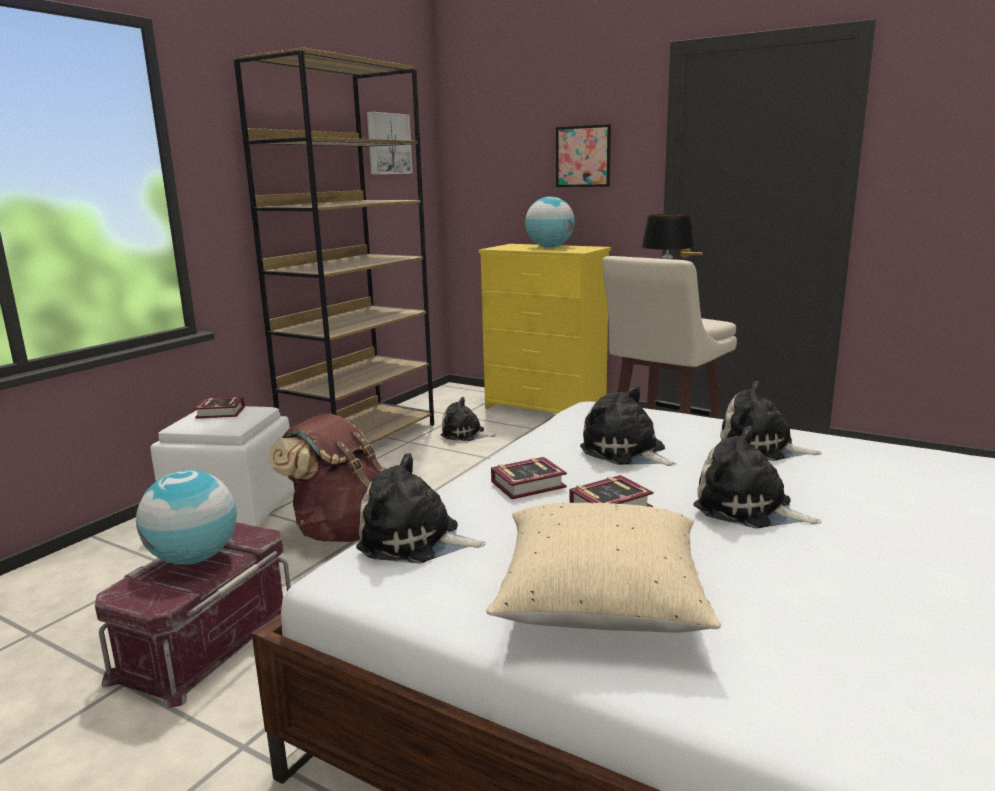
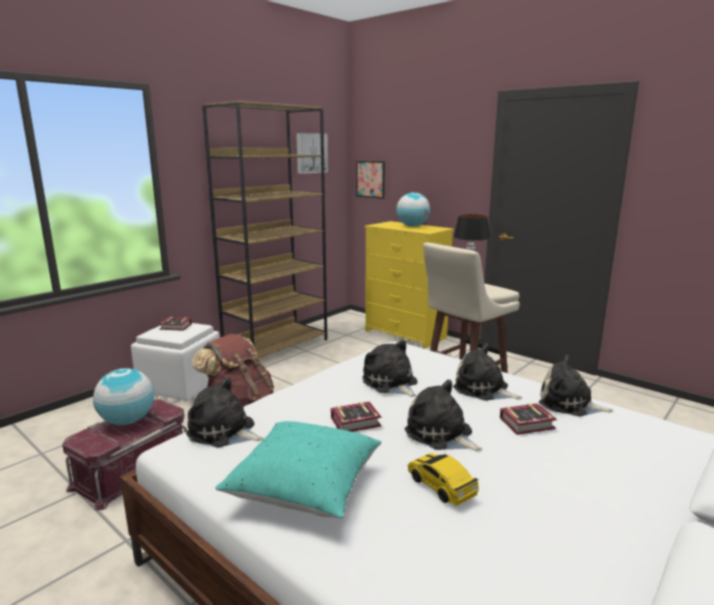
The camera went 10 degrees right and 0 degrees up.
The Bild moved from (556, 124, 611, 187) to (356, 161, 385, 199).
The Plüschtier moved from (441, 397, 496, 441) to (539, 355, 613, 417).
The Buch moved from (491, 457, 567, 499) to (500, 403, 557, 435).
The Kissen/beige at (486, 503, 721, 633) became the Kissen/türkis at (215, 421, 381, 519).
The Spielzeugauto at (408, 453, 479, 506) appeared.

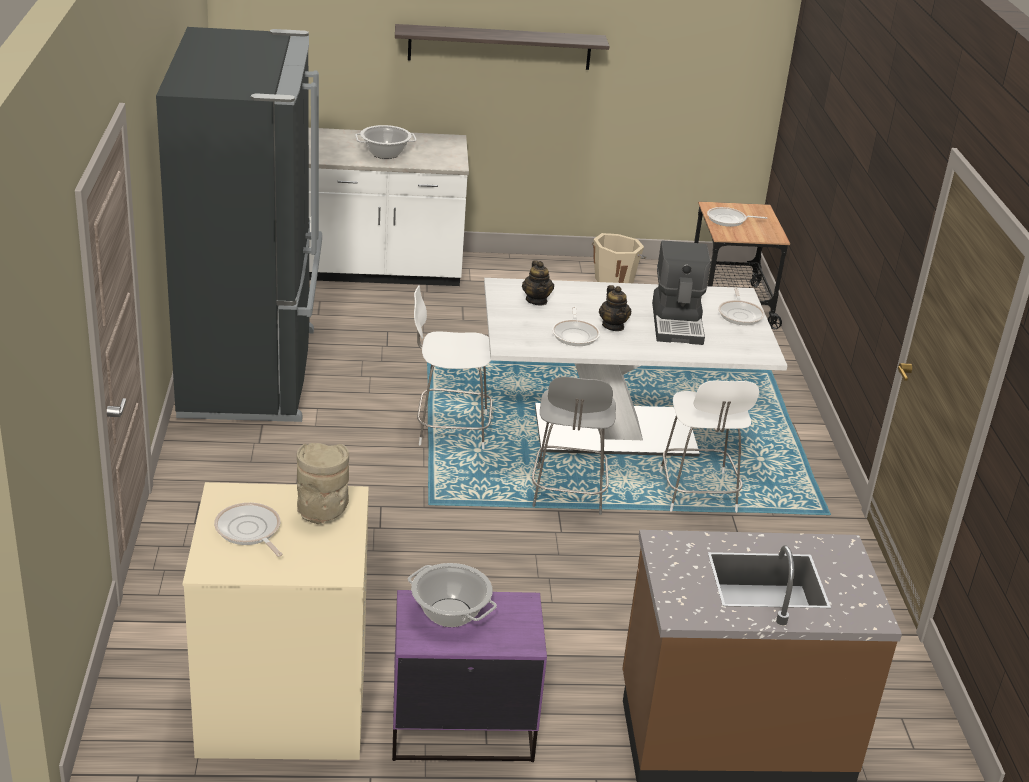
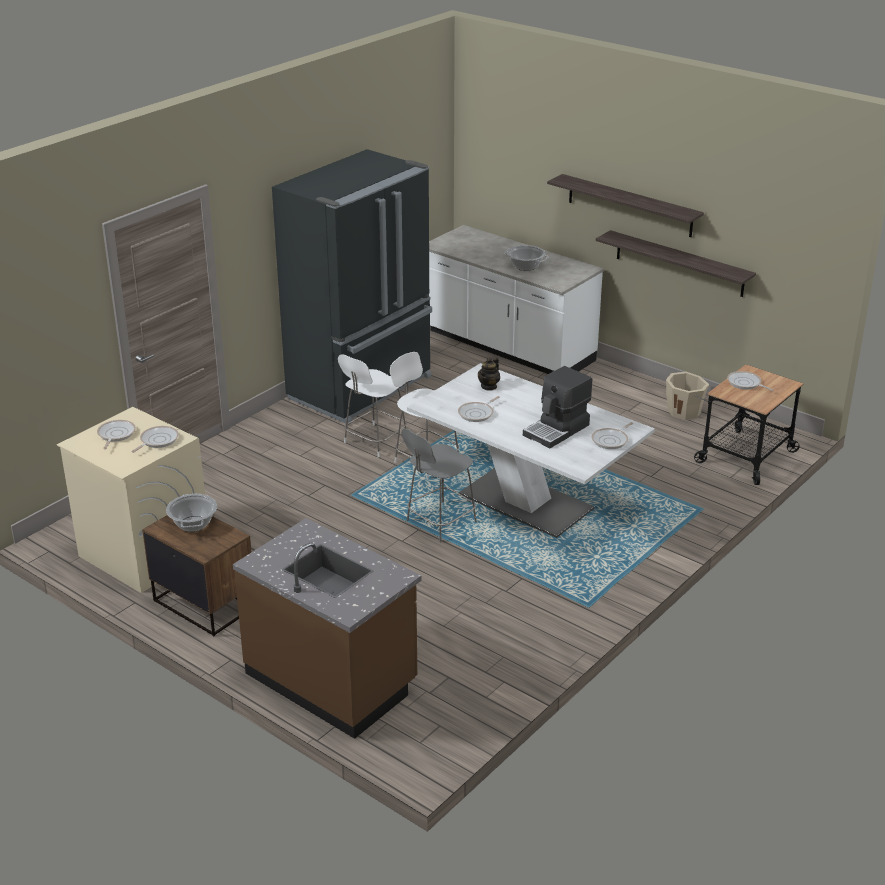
The camera went 45 degrees right and 0 degrees up.
The Teekanne at (599, 285, 632, 331) disappeared.
The Stuhl/weiß moved from (659, 380, 759, 513) to (338, 354, 407, 458).
The Vase/beige at (297, 443, 349, 524) was replaced by the Pfanne at (131, 426, 179, 453).
The Nachttisch/lila at (392, 590, 547, 762) became the Nachttisch/braun at (142, 515, 251, 636).
The Wandregal at (596, 230, 756, 297) appeared.

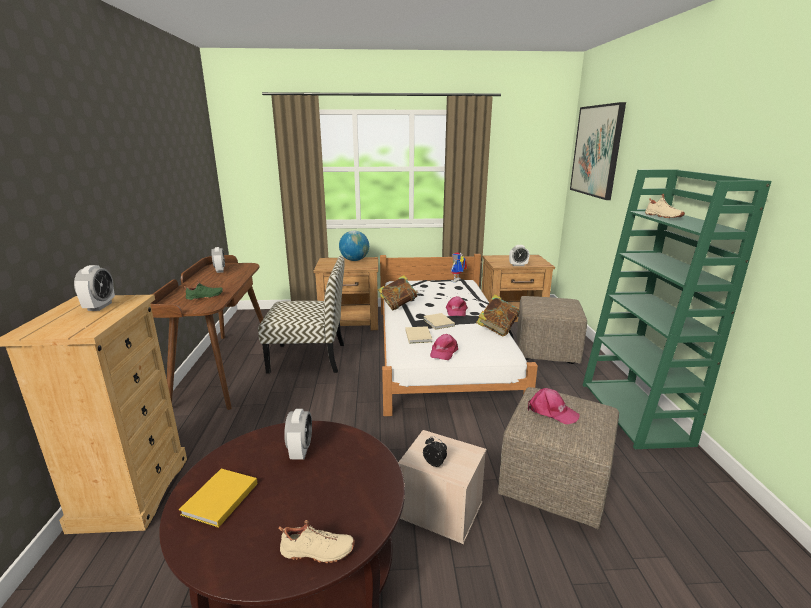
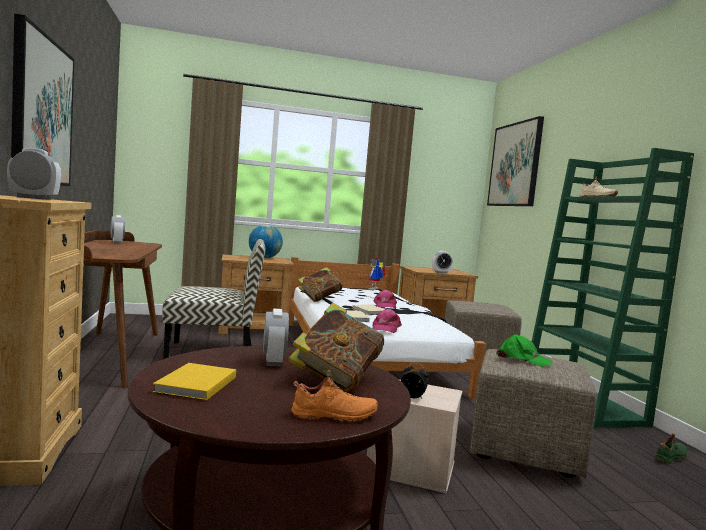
The camera went 10 degrees left and 15 degrees down.
The Wecker at (74, 265, 115, 311) turned 90 degrees counterclockwise.
The Schuh/grün moved from (184, 280, 223, 300) to (655, 433, 687, 464).
The Buch moved from (476, 294, 520, 336) to (288, 303, 384, 392).
The Kappe/rosa at (528, 388, 580, 425) became the Kappe/grün at (496, 334, 552, 367).
The Schuh/beige at (278, 520, 355, 563) became the Schuh/orange at (291, 370, 378, 422).
The Bild at (11, 13, 74, 186) appeared.

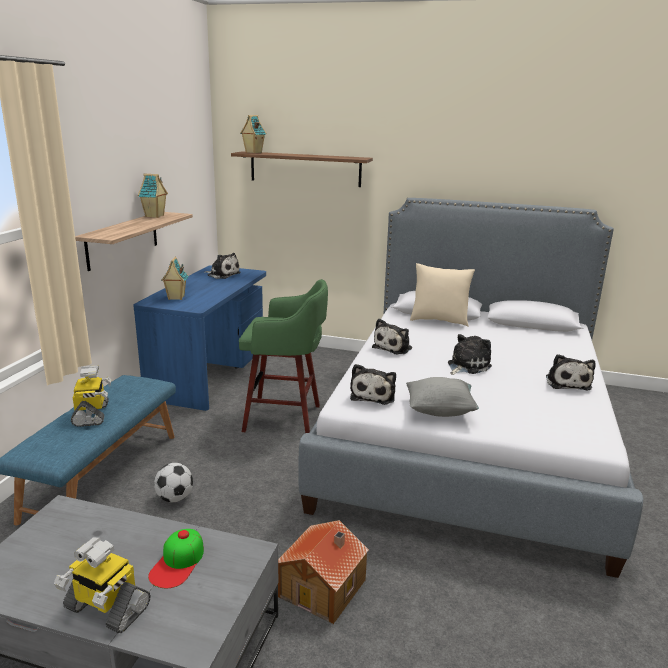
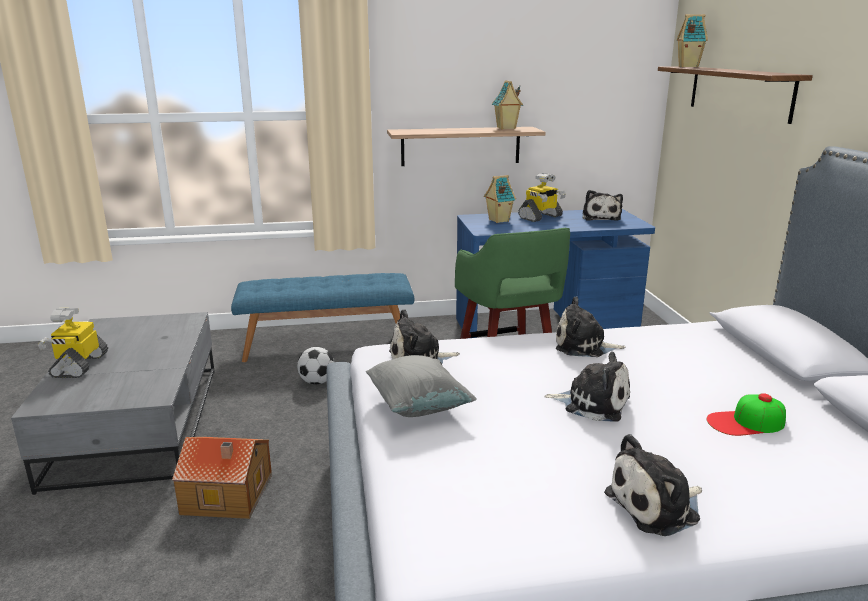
The camera went 65 degrees right and 0 degrees up.
The Kissen/beige at (410, 263, 475, 327) disappeared.
The Spielzeugroboter moved from (71, 366, 111, 427) to (518, 173, 566, 222).
The Kappe moved from (148, 529, 204, 588) to (707, 393, 786, 436).

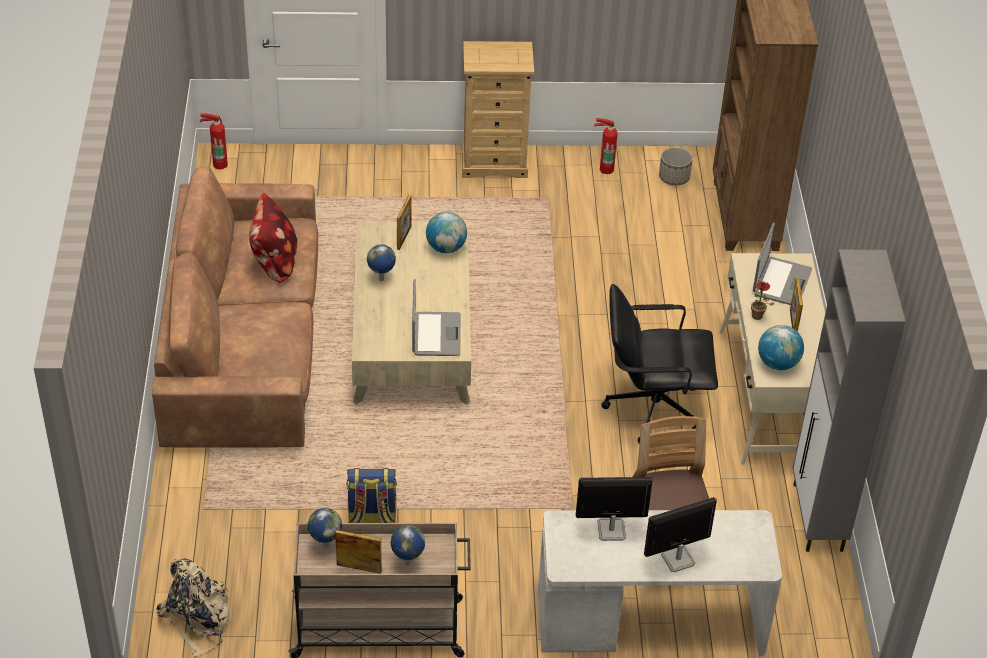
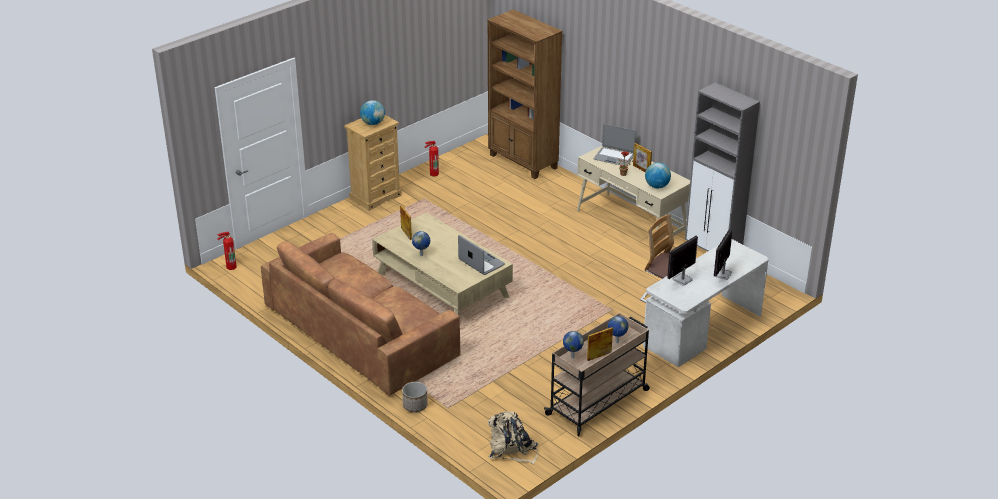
The camera went 40 degrees left and 10 degrees down.
The Pflanzkübel moved from (659, 147, 693, 185) to (402, 382, 428, 412).
The Kissen at (249, 192, 297, 283) disappeared.
The Globus moved from (426, 212, 467, 253) to (360, 100, 385, 125).
The Laptop at (753, 223, 812, 305) turned 135 degrees clockwise.
The Bürostuhl/schwarz at (601, 284, 718, 444) disappeared.
The Rucksack at (346, 468, 397, 523) disappeared.

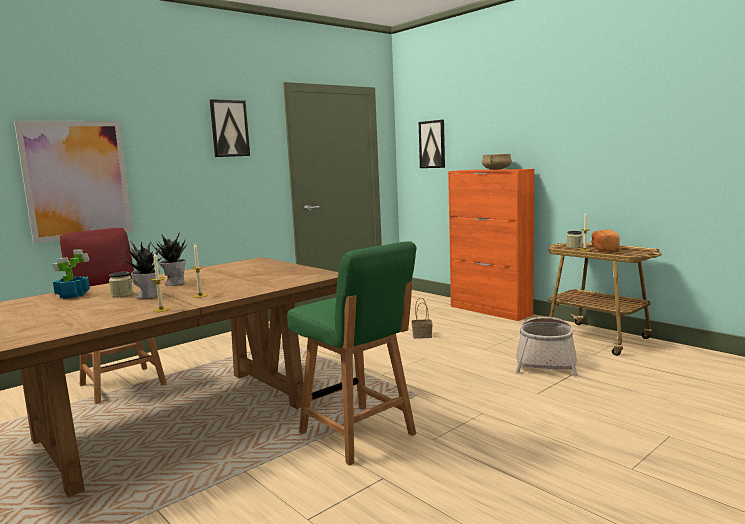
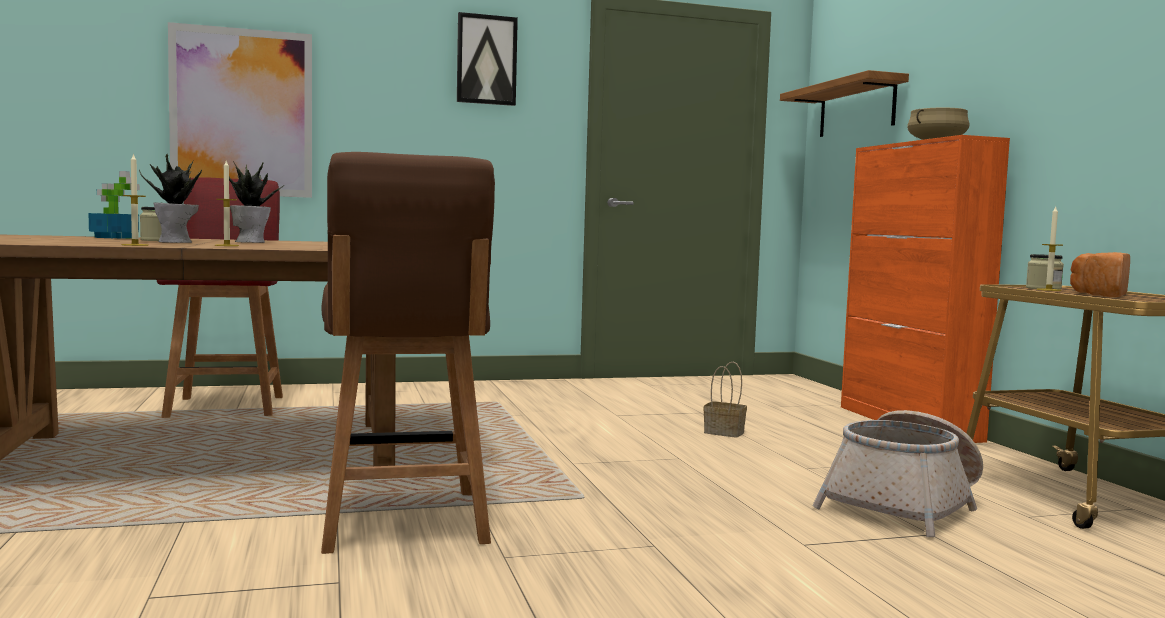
The camera went 25 degrees right and 5 degrees down.
The Bild at (419, 120, 445, 168) was replaced by the Wandregal at (780, 70, 909, 137).
The Stuhl/grün at (287, 241, 417, 466) became the Stuhl/braun at (321, 152, 495, 554).

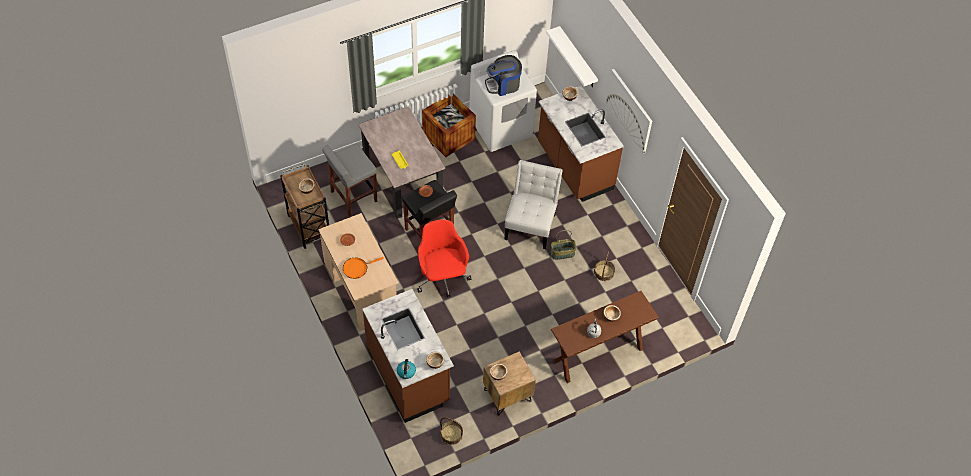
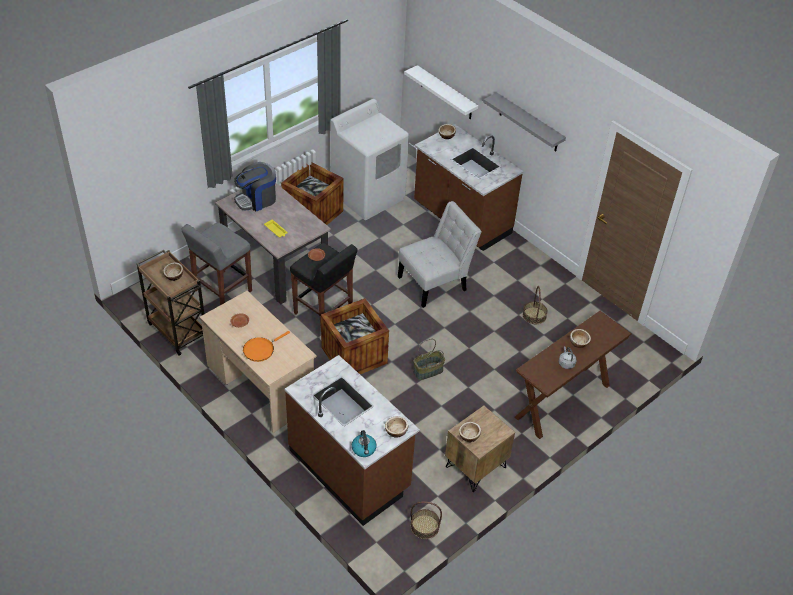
The camera went 15 degrees left and 10 degrees down.
The Kaffeemaschine moved from (485, 55, 522, 96) to (234, 162, 276, 211).
The Bild at (606, 69, 652, 154) was replaced by the Wandregal/grau at (483, 92, 566, 152).
The Stuhl/weiß at (504, 160, 563, 249) turned 60 degrees clockwise.
The Bürostuhl/rot at (417, 219, 471, 297) was replaced by the Kiste at (321, 298, 389, 374).
The Korb moved from (551, 230, 577, 260) to (413, 339, 445, 380).

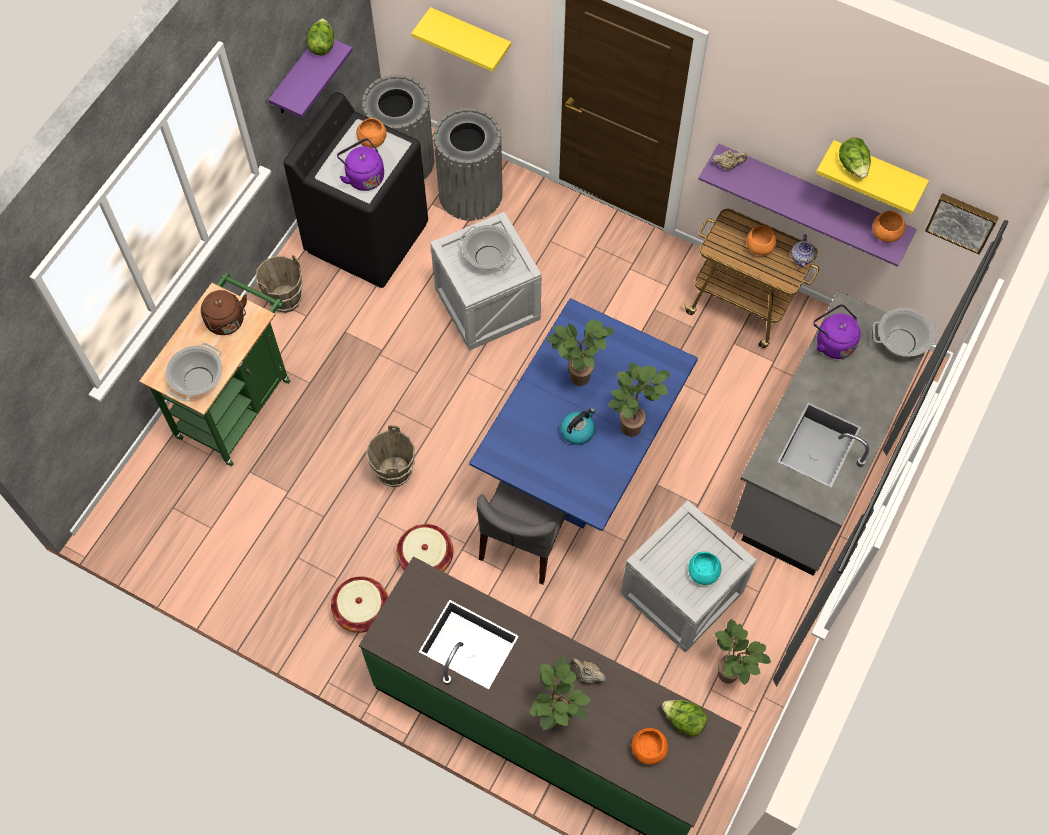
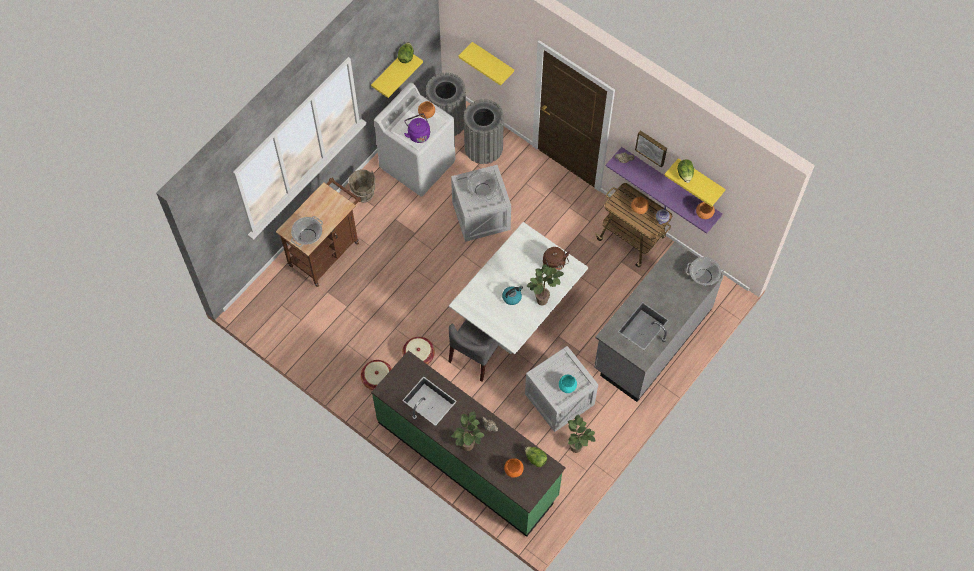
The camera went 10 degrees right and 0 degrees up.
The Wandregal/lila at (268, 39, 353, 118) became the Wandregal/gelb at (371, 54, 423, 98).
The Waschmaschine/schwarz at (283, 92, 428, 288) became the Waschmaschine/weiß at (374, 83, 455, 197).
The Bild moved from (925, 193, 999, 255) to (635, 131, 667, 168).
The Rollwagen/grün at (139, 273, 290, 466) became the Rollwagen/braun at (276, 178, 361, 287).
The Wasserkessel/braun moved from (201, 290, 247, 335) to (543, 247, 570, 272).
The Esstisch/blau at (469, 298, 698, 531) became the Esstisch/weiß at (449, 222, 588, 354).
The Wasserkessel/lila at (813, 304, 861, 359) disappeared.
The Topfpflanze at (547, 319, 615, 386) disappeared.
The Eimer/braun at (366, 425, 415, 487) disappeared.

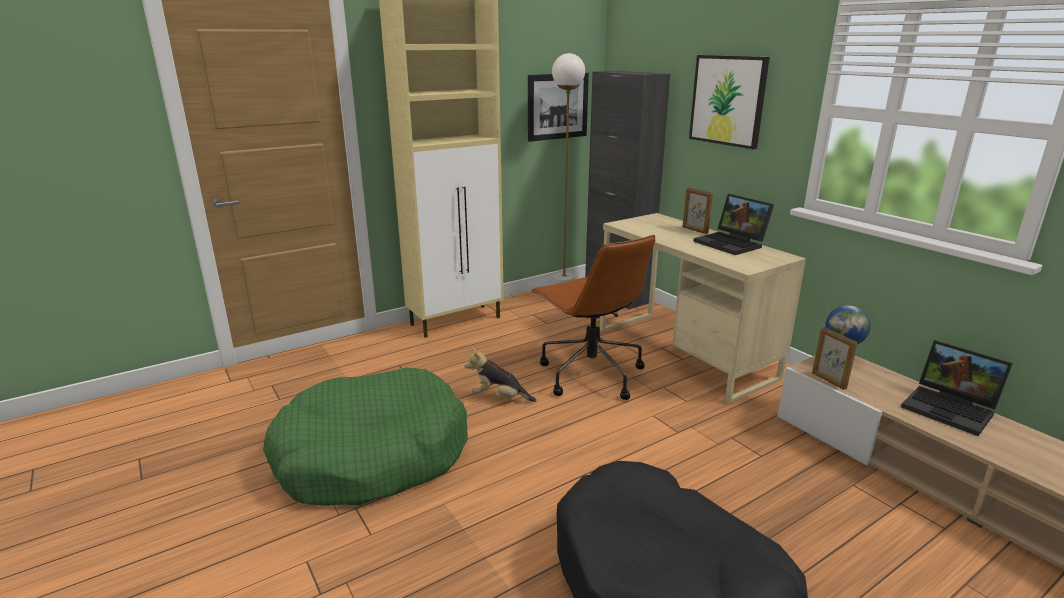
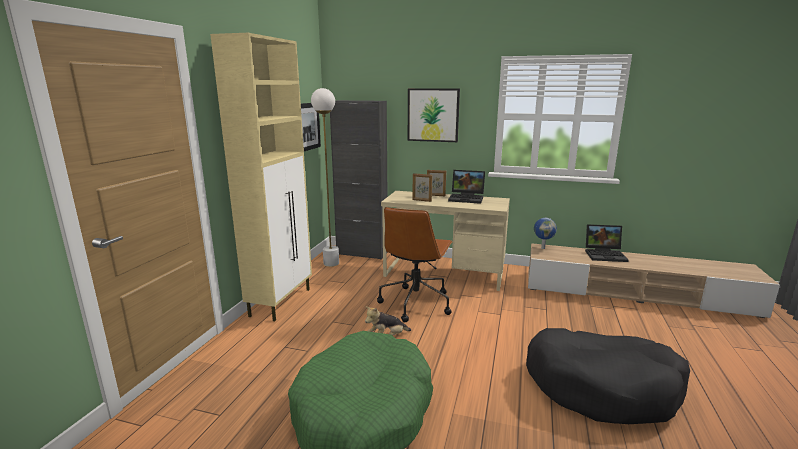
The camera went 40 degrees left and 5 degrees down.
The Bürostuhl/braun at (531, 235, 655, 400) turned 90 degrees clockwise.
The Bilderrahmen moved from (812, 327, 858, 390) to (412, 173, 432, 202).

